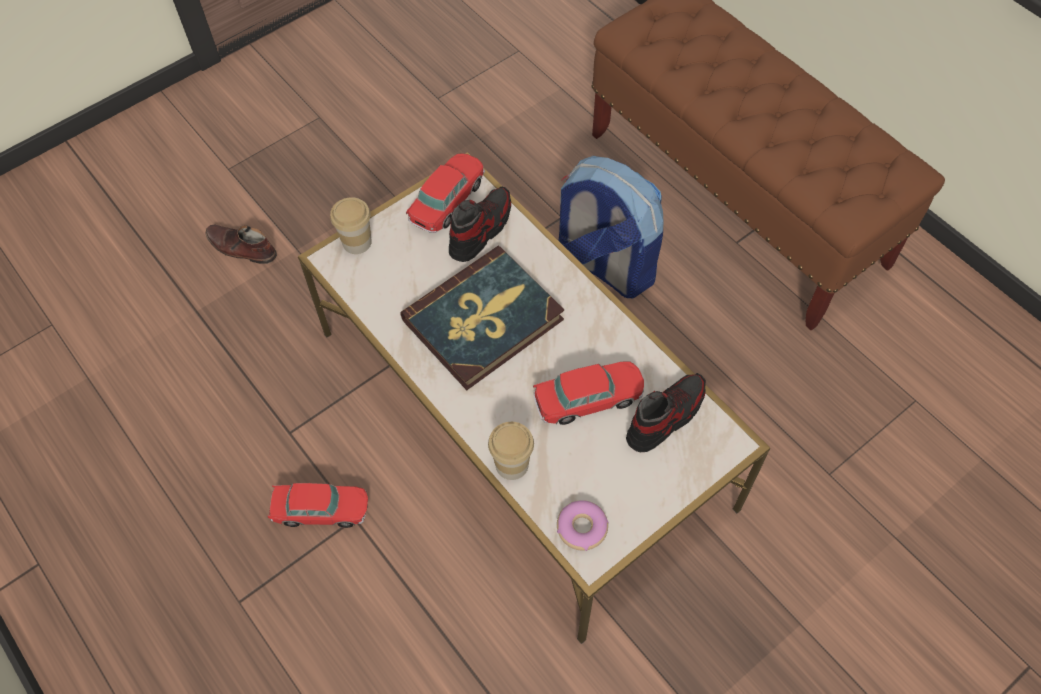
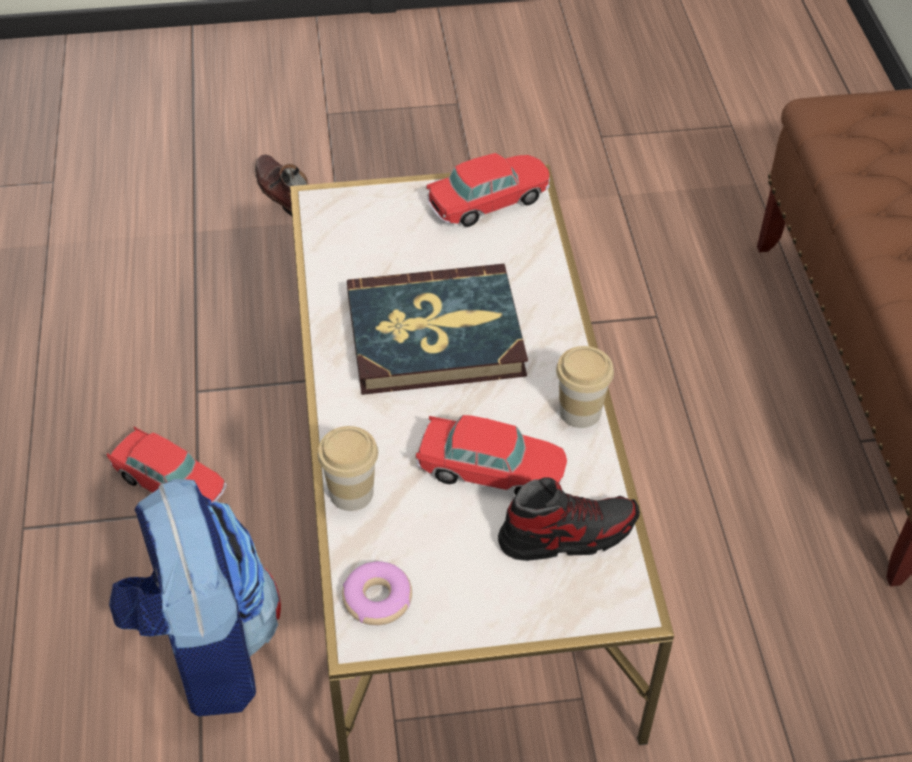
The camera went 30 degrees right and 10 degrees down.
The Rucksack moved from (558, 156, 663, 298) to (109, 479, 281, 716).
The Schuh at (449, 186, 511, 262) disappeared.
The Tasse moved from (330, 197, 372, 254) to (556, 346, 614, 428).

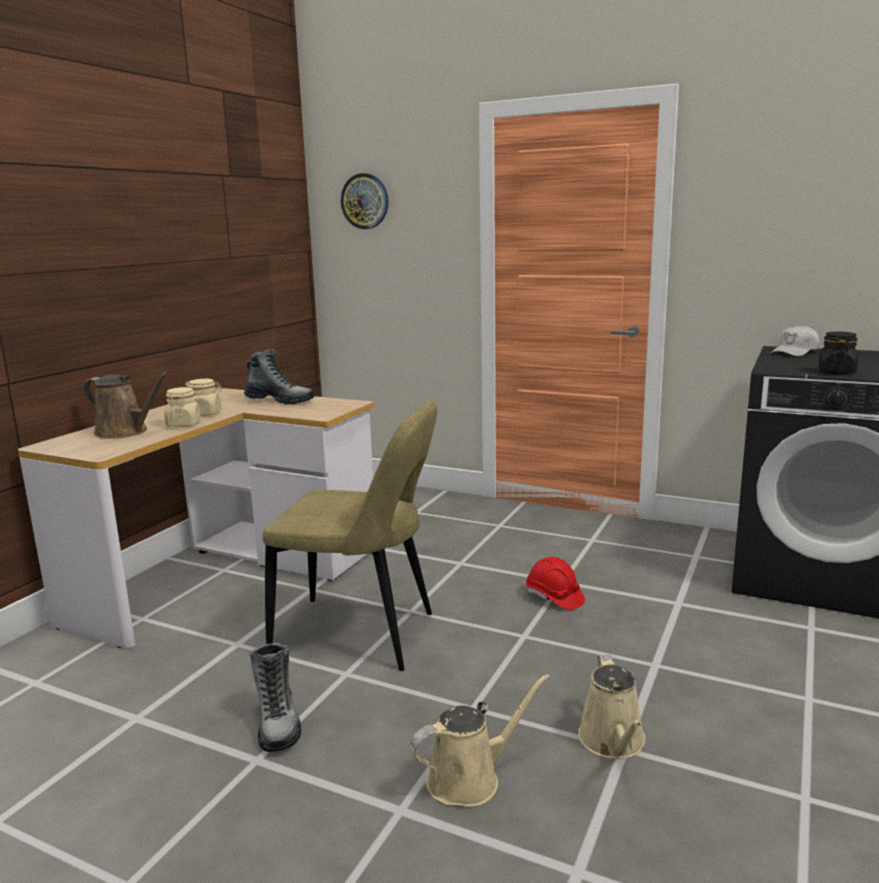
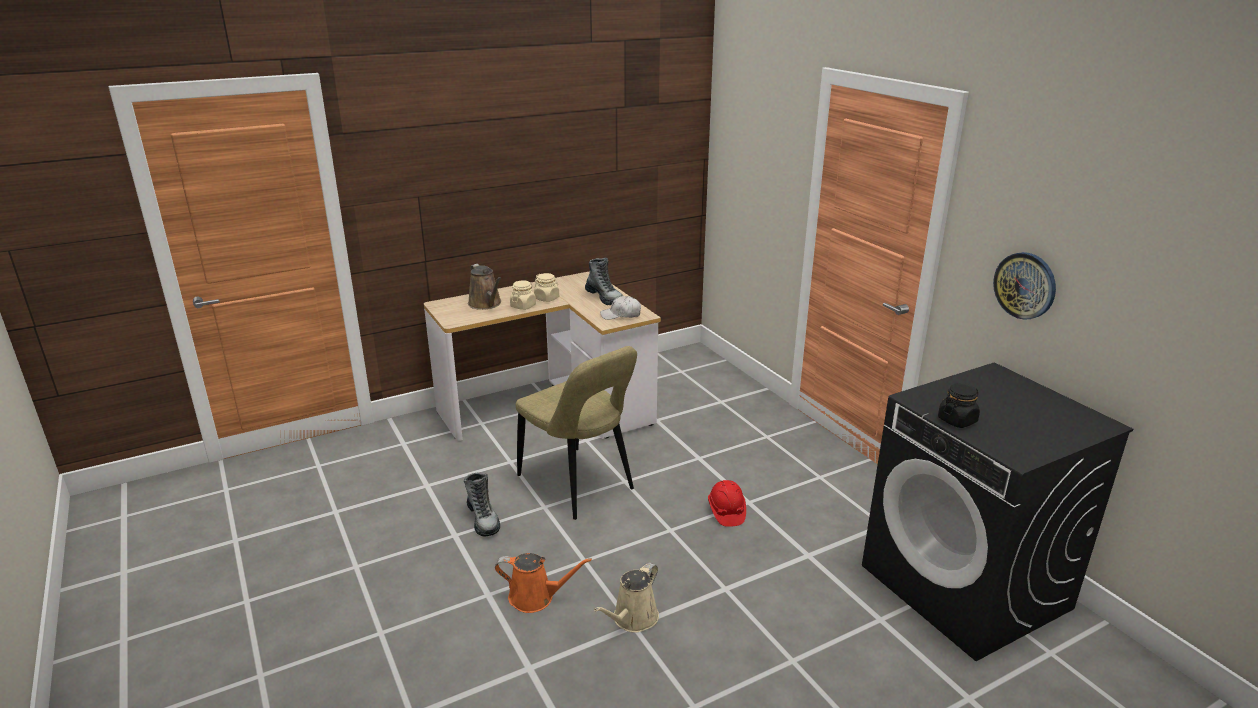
The camera went 35 degrees right and 10 degrees up.
The Wanduhr moved from (341, 173, 389, 229) to (993, 252, 1056, 320).
The Kappe/weiß moved from (770, 325, 820, 357) to (600, 296, 641, 320).
The Stiefel at (249, 643, 301, 752) turned 45 degrees counterclockwise.
The Gießkanne/beige at (410, 674, 550, 807) became the Gießkanne/orange at (495, 553, 592, 613).

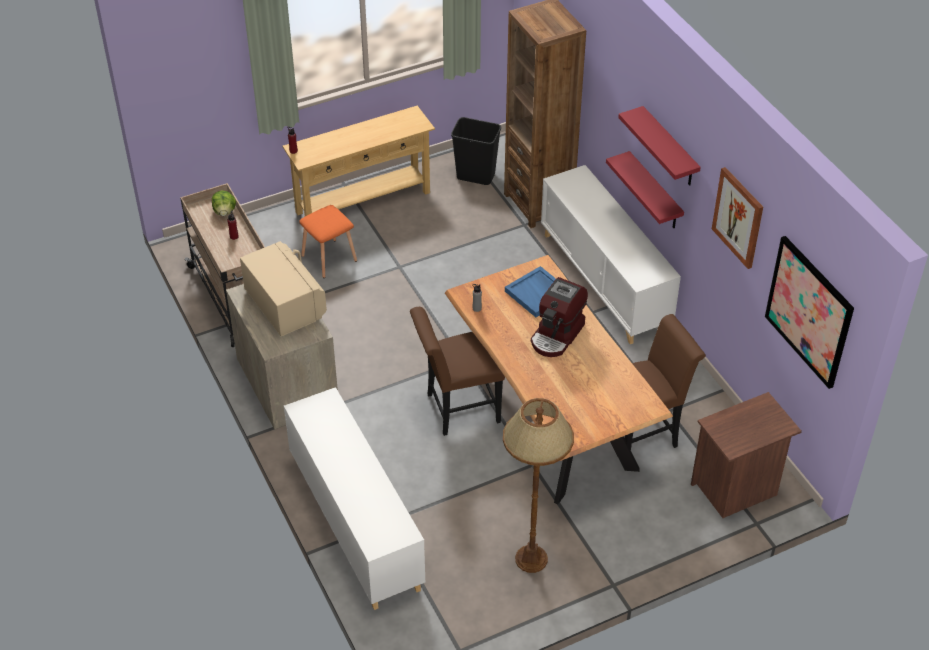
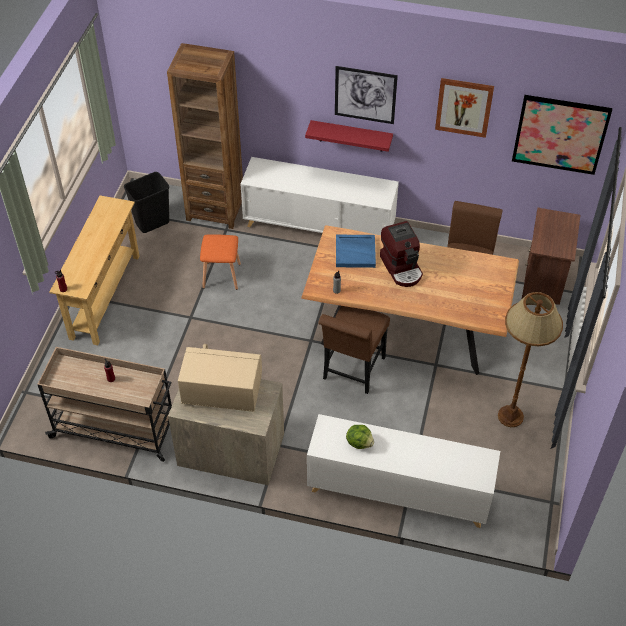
The camera went 50 degrees left and 5 degrees up.
The Wandregal/rot at (618, 106, 701, 186) was replaced by the Bild at (335, 66, 398, 124).
The Salatkopf moved from (212, 191, 236, 216) to (346, 425, 374, 449).
The Hocker/orange moved from (299, 205, 357, 278) to (200, 235, 241, 290).

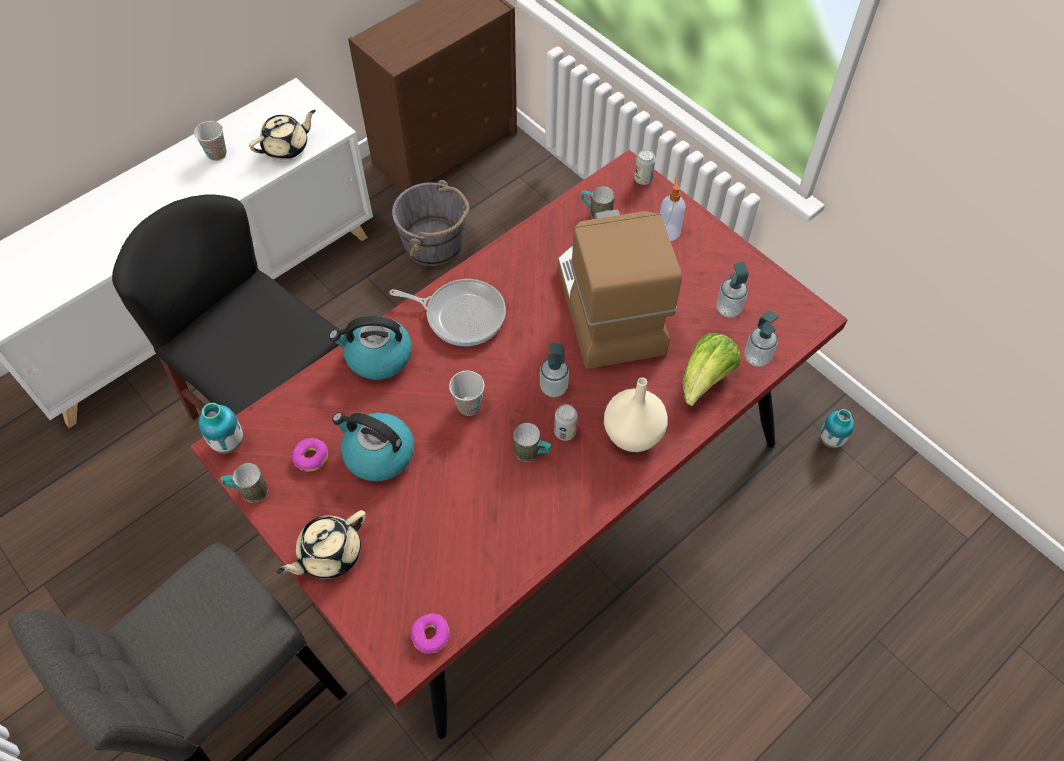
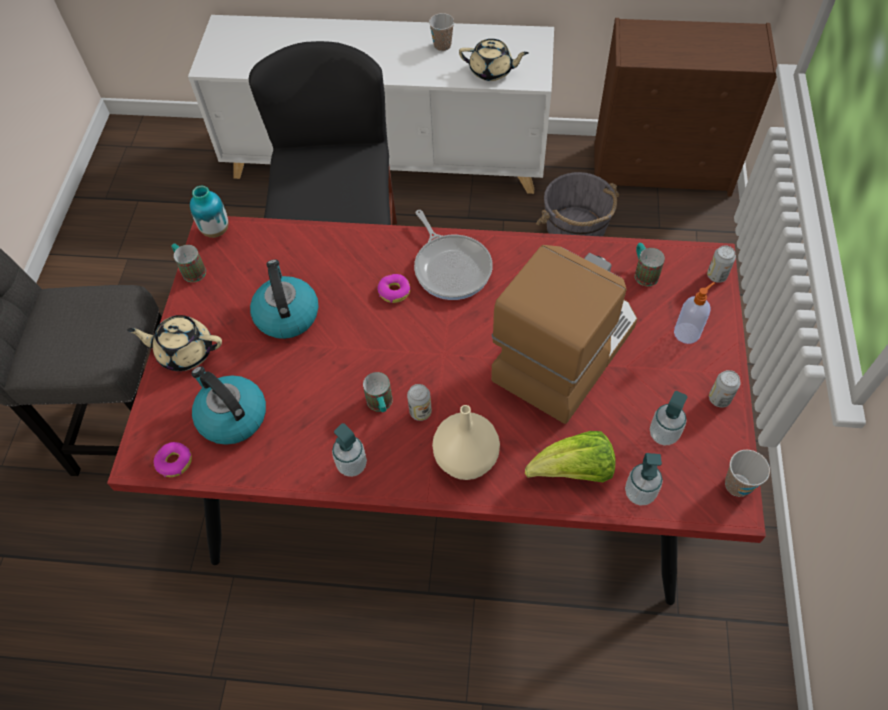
The camera went 50 degrees right and 0 degrees up.
The Wasserkessel moved from (329, 316, 412, 380) to (191, 366, 266, 445).
The Seifenspender moved from (540, 343, 569, 397) to (332, 423, 367, 477).
The Tasse moved from (449, 371, 485, 416) to (725, 450, 770, 497).
The Vase at (820, 409, 854, 448) disappeared.
The Donut moved from (292, 438, 328, 472) to (377, 274, 410, 303).
The Dose at (709, 370, 741, 408) appeared.

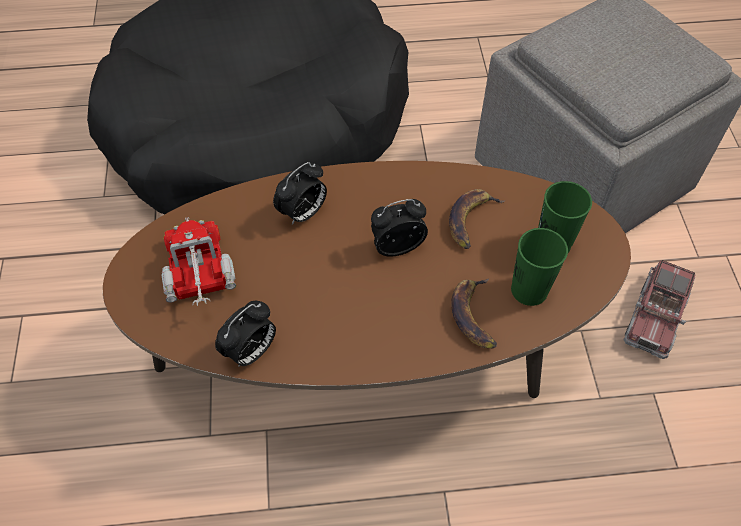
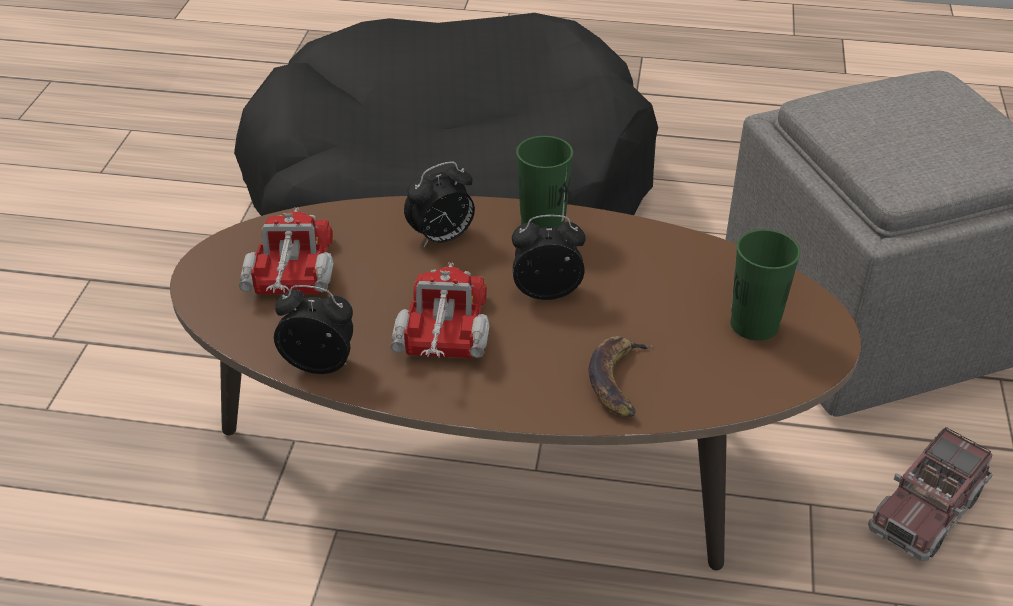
The camera went 15 degrees right and 15 degrees down.
The Banane at (449, 189, 504, 249) disappeared.
The Tasse/grün moved from (511, 228, 568, 306) to (516, 136, 573, 229).
The Wecker at (215, 300, 276, 367) turned 135 degrees counterclockwise.
The Spielzeuglaster at (391, 262, 489, 358) appeared.

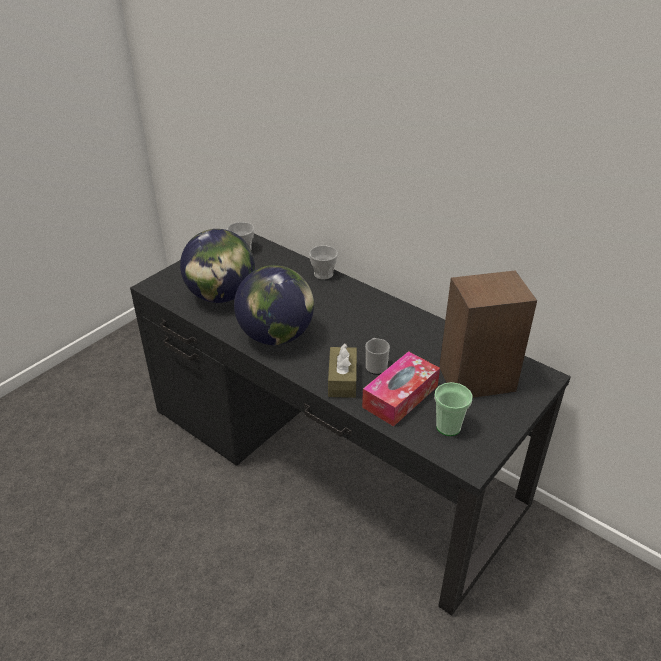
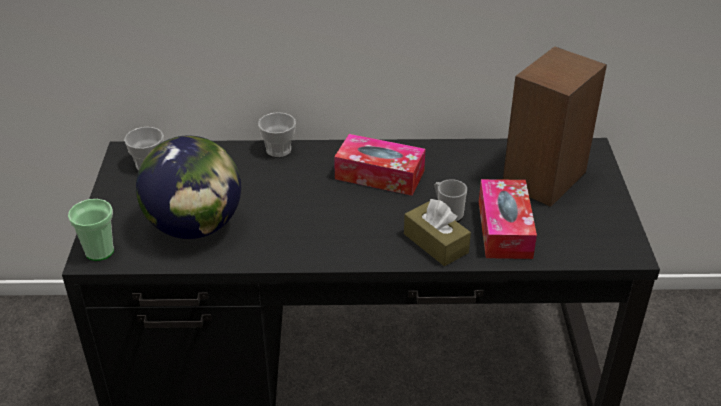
The camera went 40 degrees left and 0 degrees up.
The Globus at (234, 265, 314, 345) disappeared.
The Tasse moved from (434, 382, 473, 436) to (68, 199, 114, 261).
The Taschentuchbox at (334, 134, 426, 196) appeared.

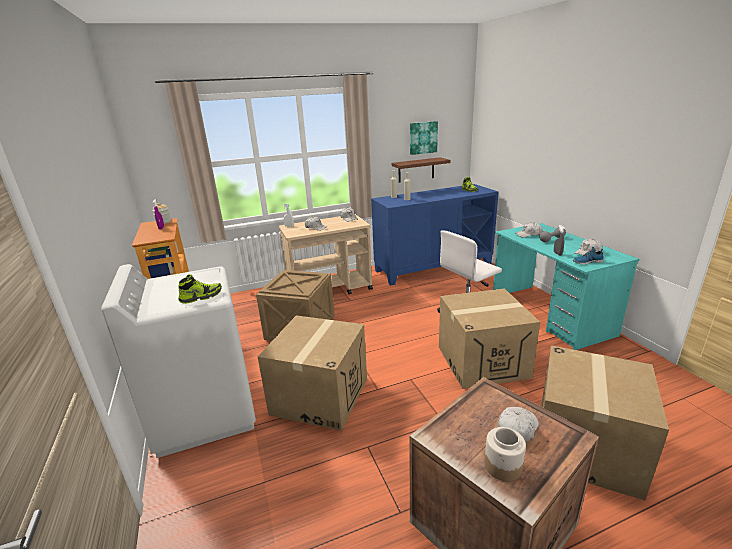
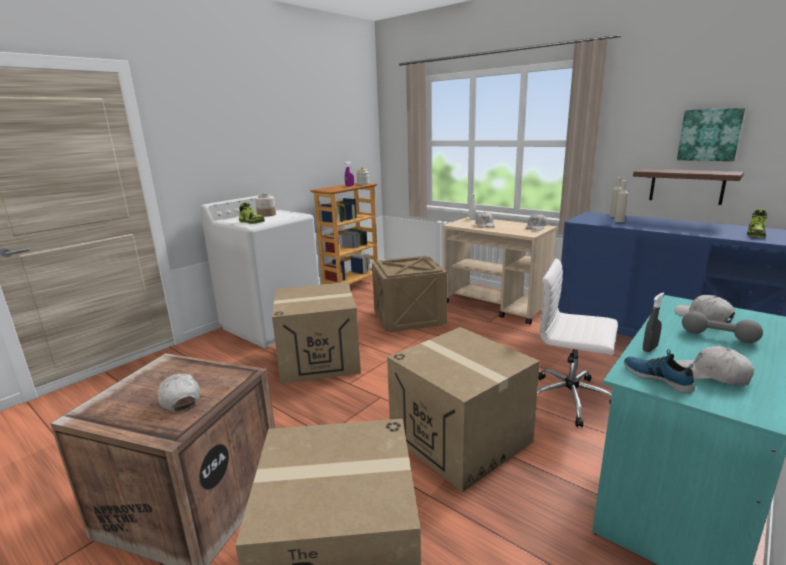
The camera went 60 degrees right and 5 degrees down.
The Kappe/weiß at (497, 407, 539, 443) turned 135 degrees counterclockwise.
The Vorratsglas moved from (484, 427, 526, 481) to (255, 194, 276, 217).

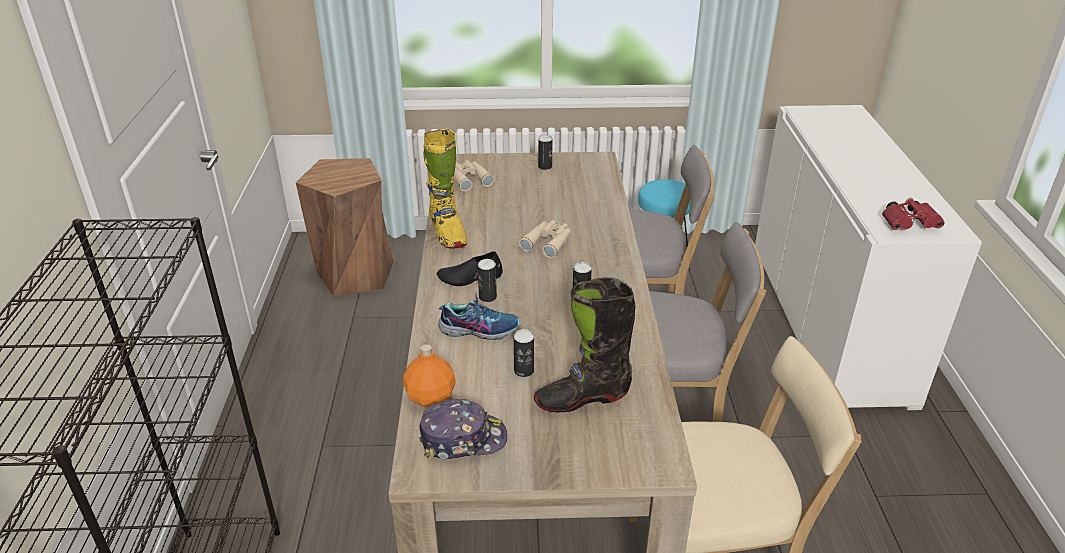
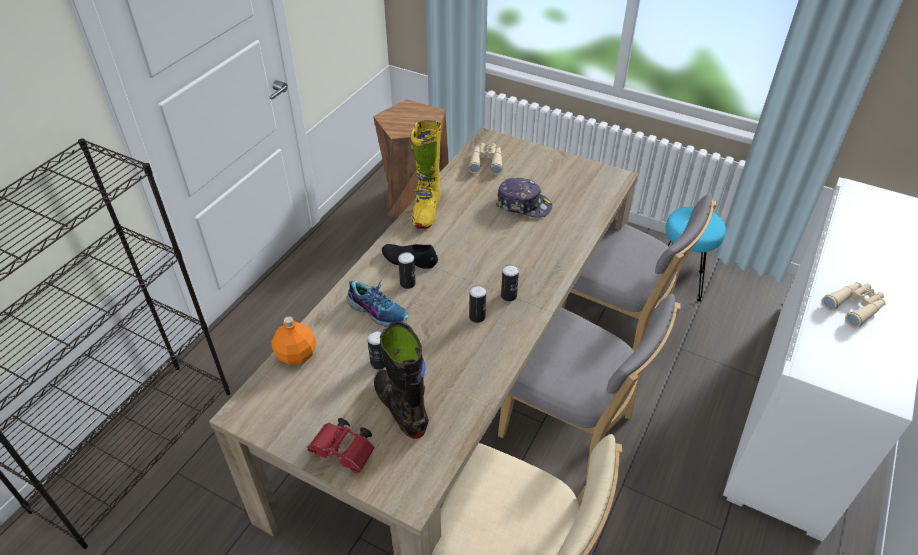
The camera went 30 degrees right and 10 degrees up.
The Dose moved from (538, 135, 553, 170) to (501, 265, 519, 301).
The Fernglas/rot moved from (882, 198, 945, 230) to (307, 418, 375, 473).
The Fernglas/beige moved from (518, 220, 571, 259) to (822, 282, 886, 328).
The Stiefel/schwarz at (534, 277, 636, 412) turned 45 degrees clockwise.
The Kappe moved from (419, 399, 507, 459) to (496, 178, 552, 218).

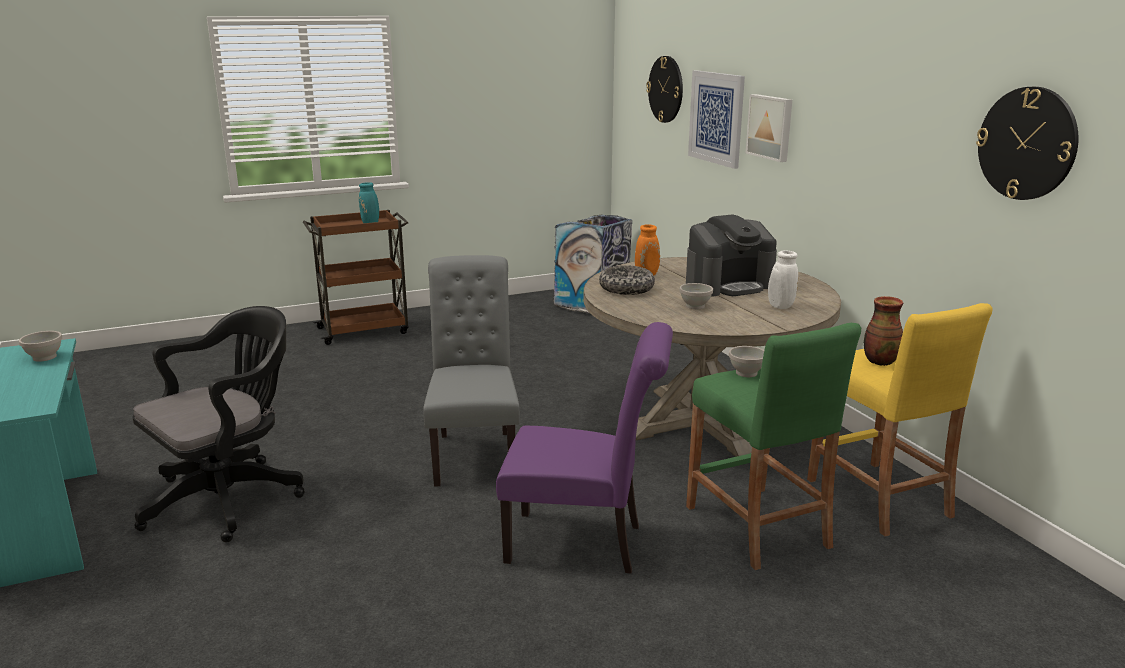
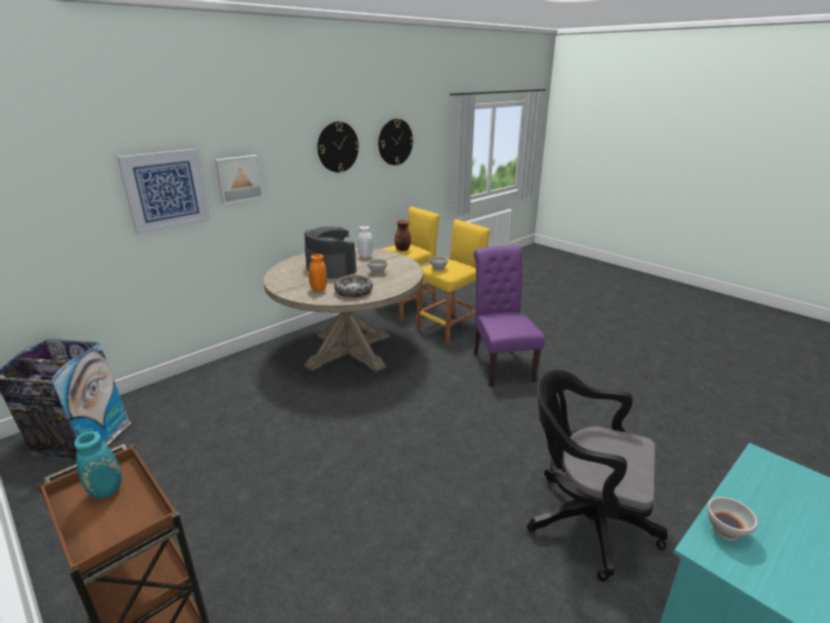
The camera went 110 degrees left and 5 degrees up.
The Wanduhr moved from (646, 56, 683, 123) to (317, 122, 359, 172).
The Stuhl/grau at (423, 255, 520, 487) disappeared.
The Hocker/grün at (686, 323, 861, 570) became the Hocker/gelb at (417, 219, 490, 345).

